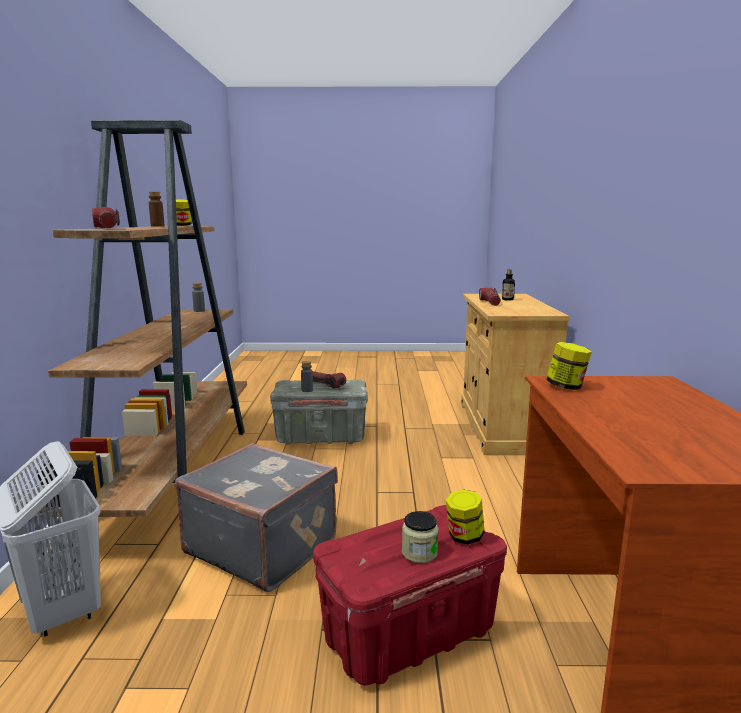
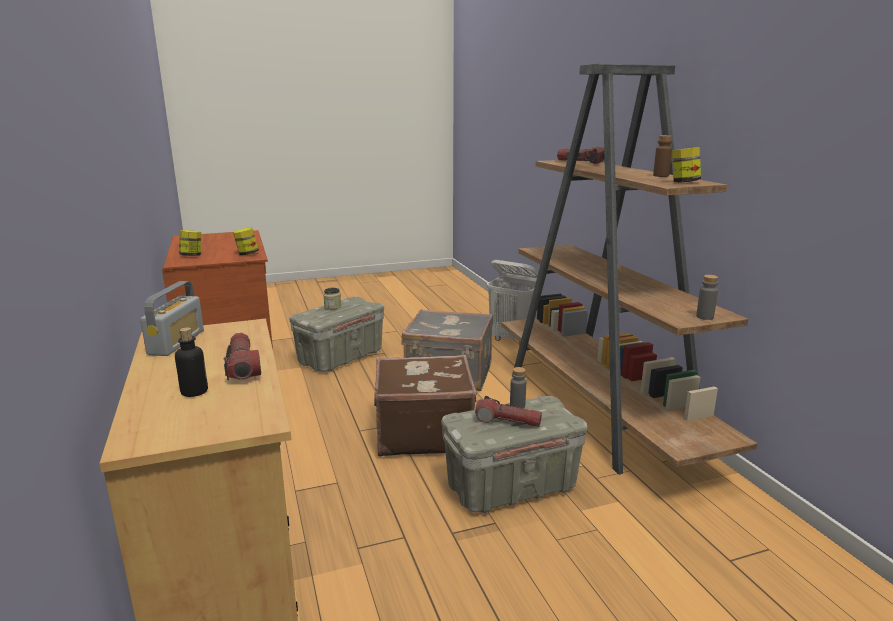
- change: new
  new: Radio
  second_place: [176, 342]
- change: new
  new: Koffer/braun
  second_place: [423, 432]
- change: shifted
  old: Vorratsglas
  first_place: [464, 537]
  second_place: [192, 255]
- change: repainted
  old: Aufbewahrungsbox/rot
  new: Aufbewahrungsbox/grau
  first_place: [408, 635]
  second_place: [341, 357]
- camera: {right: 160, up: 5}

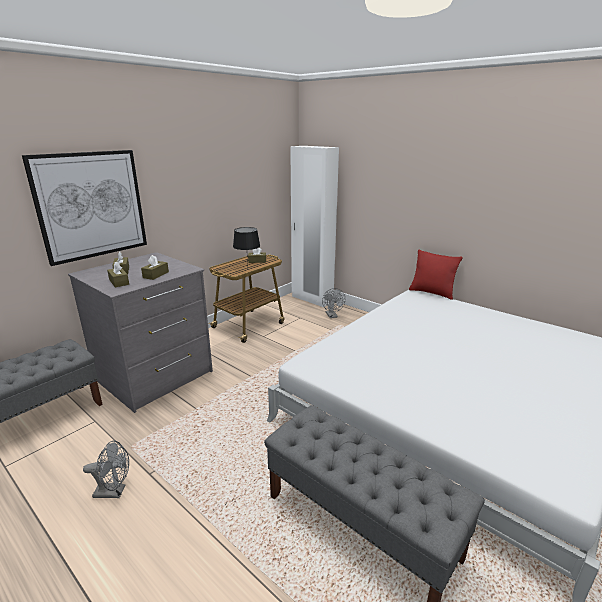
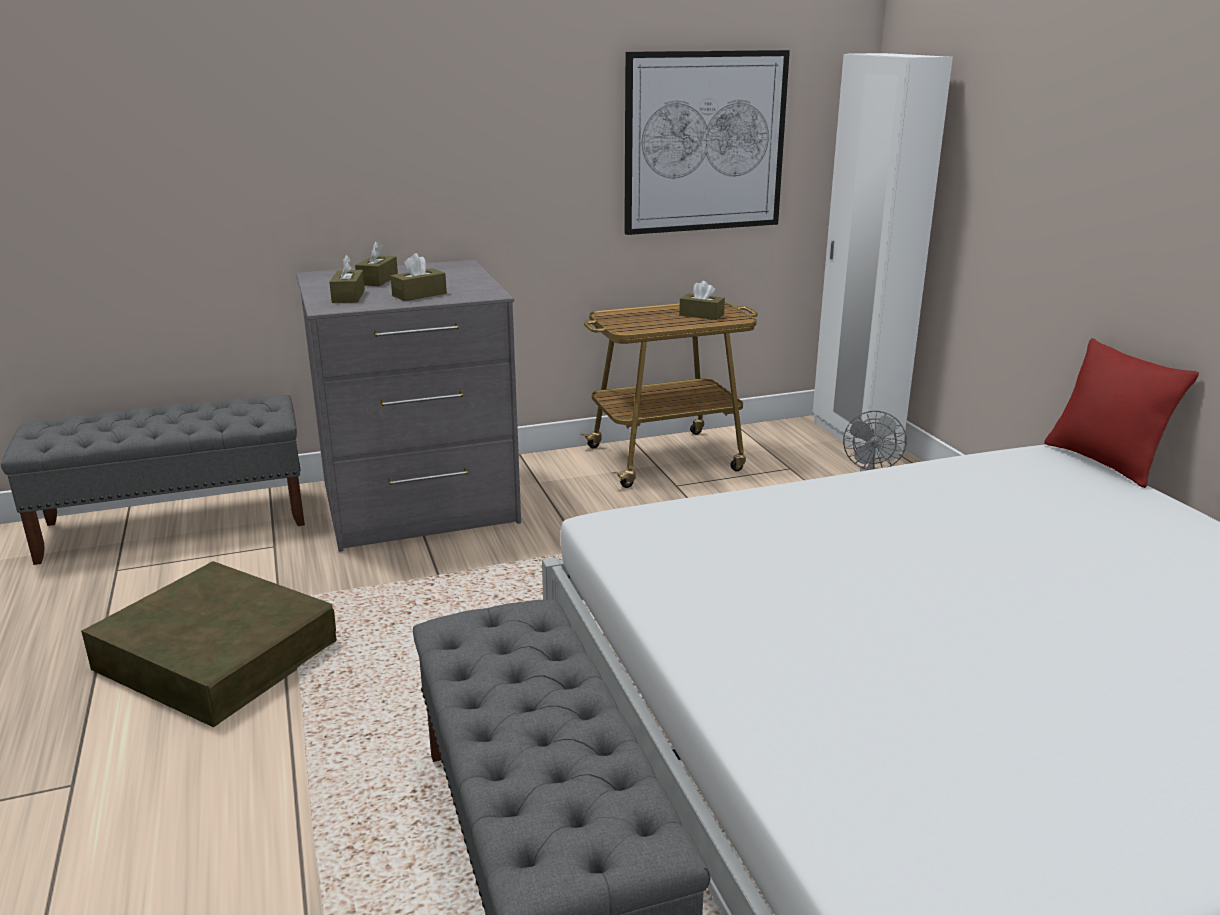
- change: gone
  old: Tischlampe/schwarz
  first_place: [248, 269]
- change: shifted
  old: Bild
  first_place: [91, 205]
  second_place: [704, 142]
- change: swapped
  old: Ventilator/grau
  new: Aufbewahrungsbox/braun
  first_place: [114, 491]
  second_place: [217, 655]
- camera: {right: 30, up: 0}

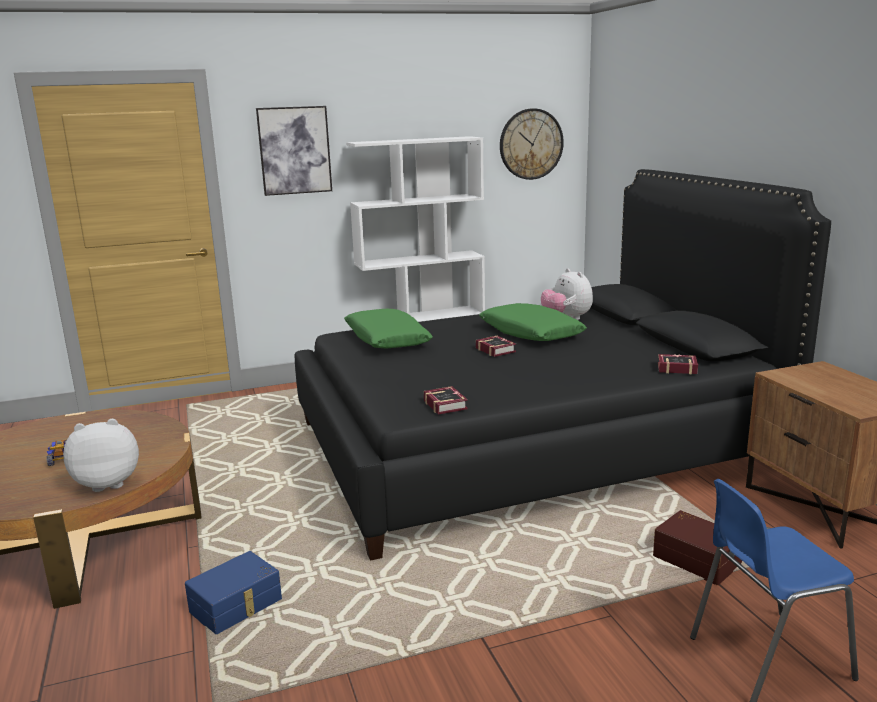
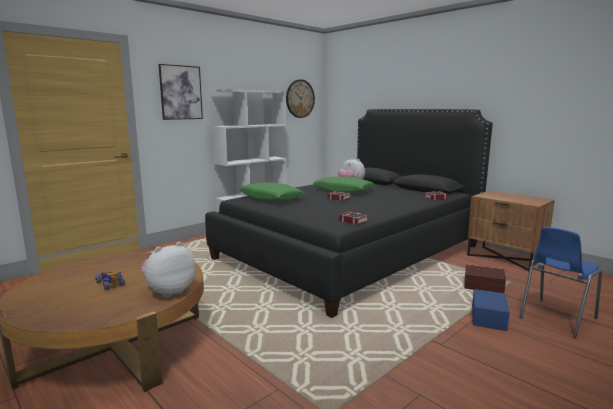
- change: shifted
  old: Aufbewahrungsbox/blau
  first_place: [237, 606]
  second_place: [489, 318]
- camera: {right: -25, up: -5}

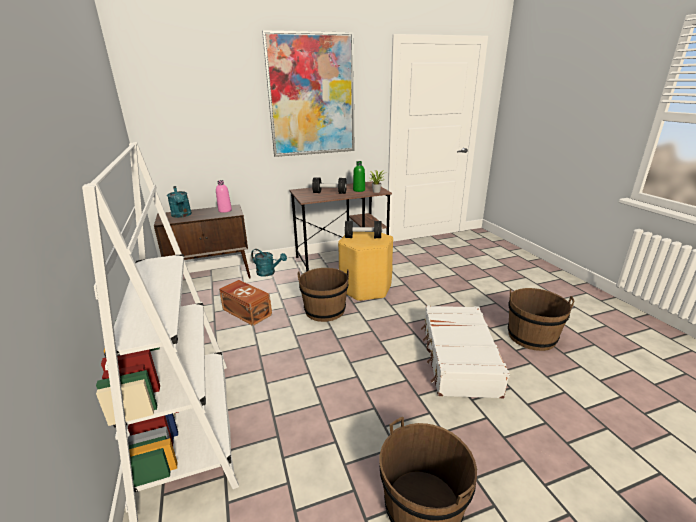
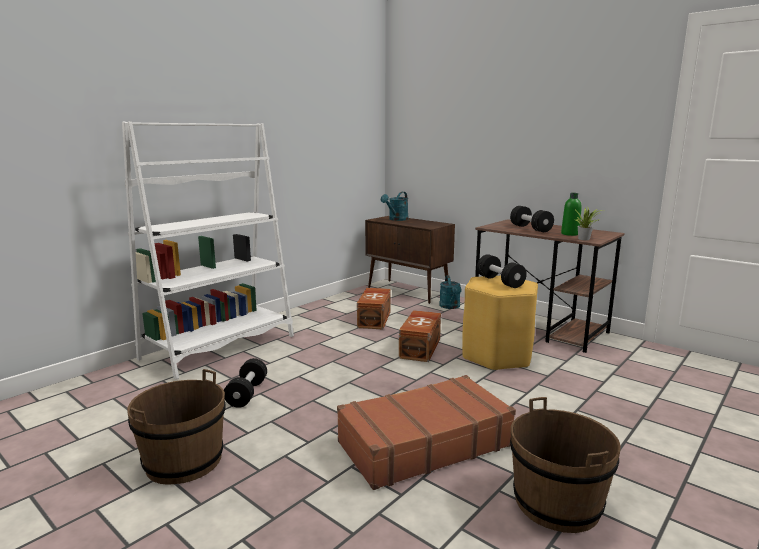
- change: gone
  old: Flasche/rosa
  first_place: [225, 210]
- change: gone
  old: Bild
  first_place: [312, 96]
- change: new
  new: Hantel/schwarz
  second_place: [247, 393]
- change: swapped
  old: Eimer/braun
  new: Aufbewahrungsbox/braun
  first_place: [325, 310]
  second_place: [421, 348]
- change: repainted
  old: Koffer/weiß
  new: Koffer/braun
  first_place: [458, 358]
  second_place: [423, 443]
- camera: {right: 60, up: -10}

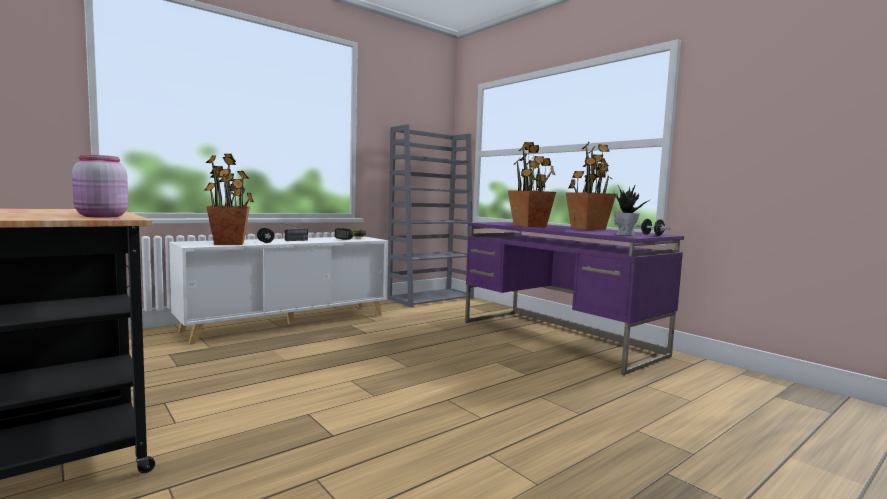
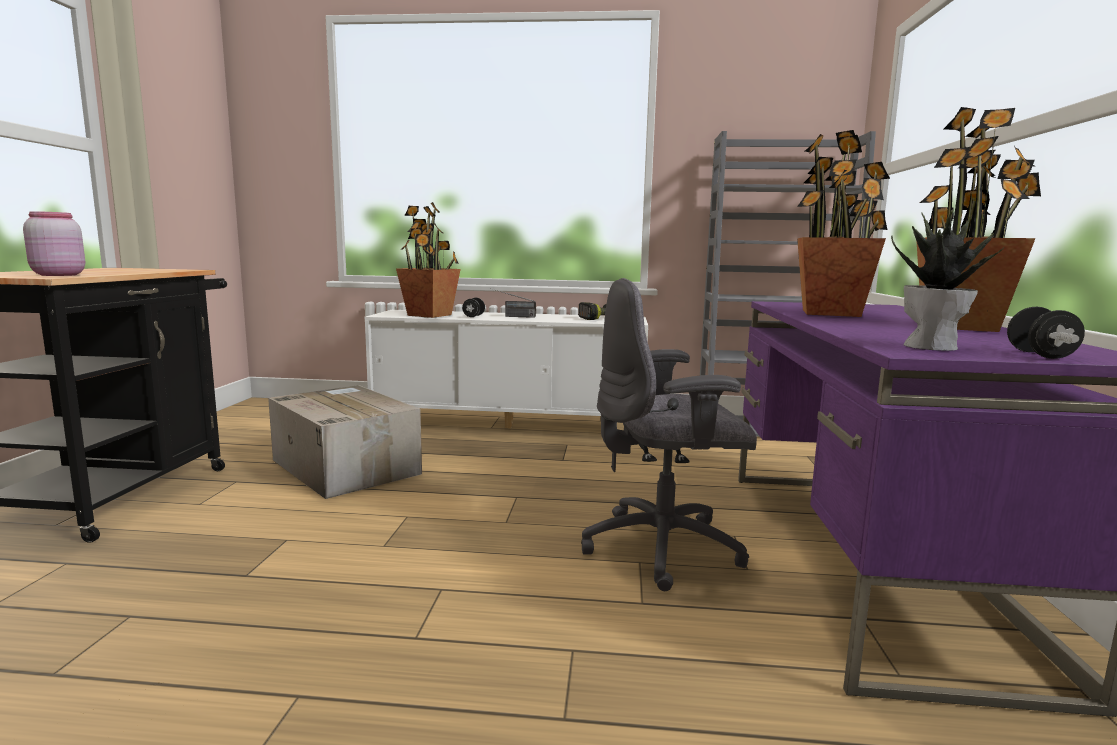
- change: new
  new: Karton
  second_place: [344, 466]
- change: new
  new: Bürostuhl/grau
  second_place: [665, 548]
- camera: {right: 45, up: 5}

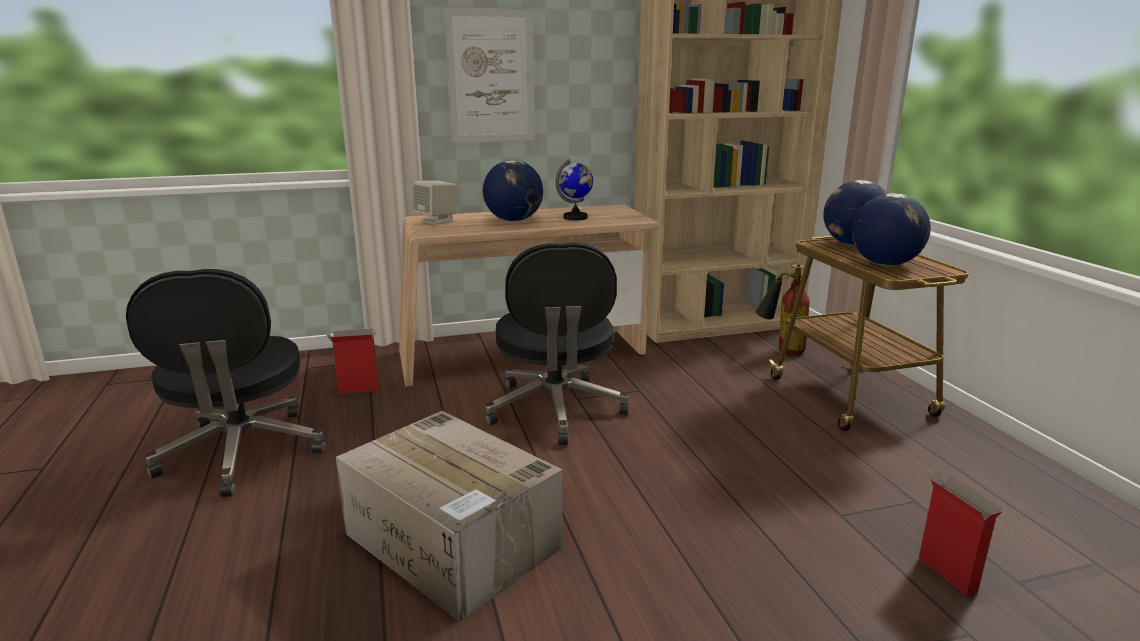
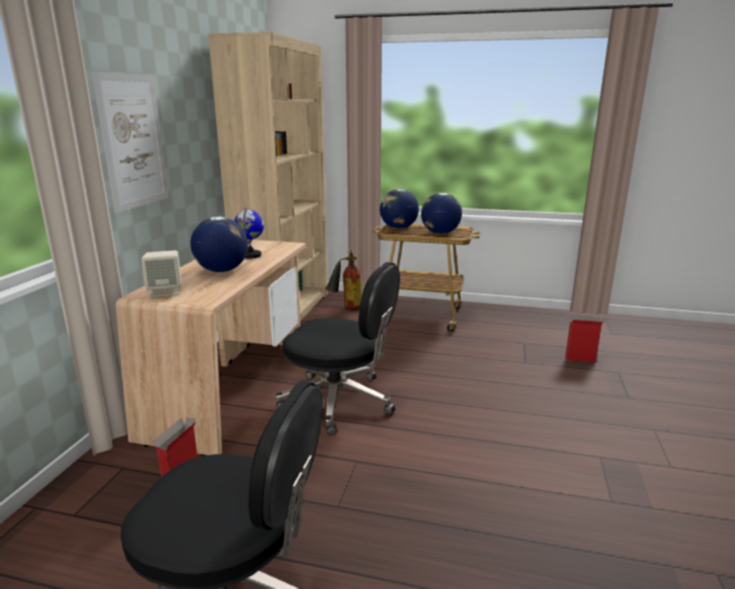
- change: gone
  old: Karton
  first_place: [454, 542]
- camera: {right: -60, up: 0}

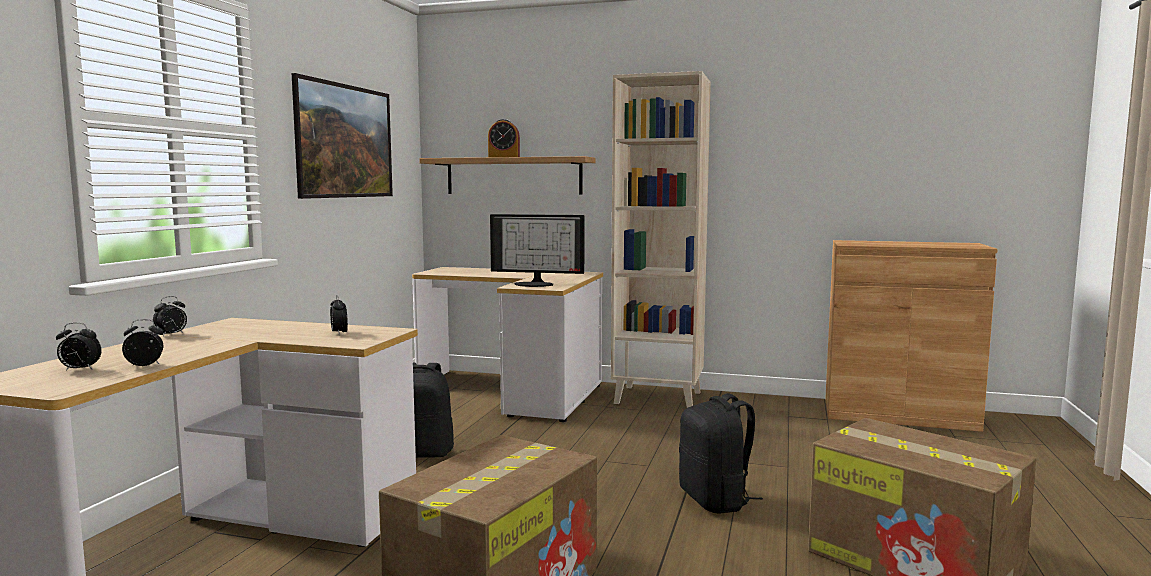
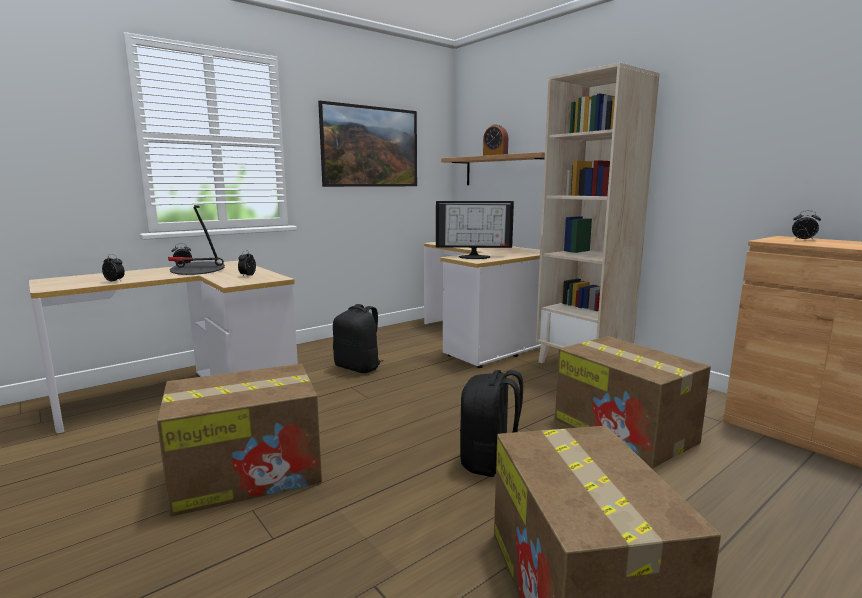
- change: new
  new: Tischlampe
  second_place: [198, 270]
- change: new
  new: Karton
  second_place: [625, 431]
- change: shifted
  old: Wecker
  first_place: [79, 370]
  second_place: [803, 240]
- change: rotated
  old: Monitor
  first_place: [535, 284]
  second_place: [474, 256]
  degrees: -45
- camera: {right: 35, up: 5}

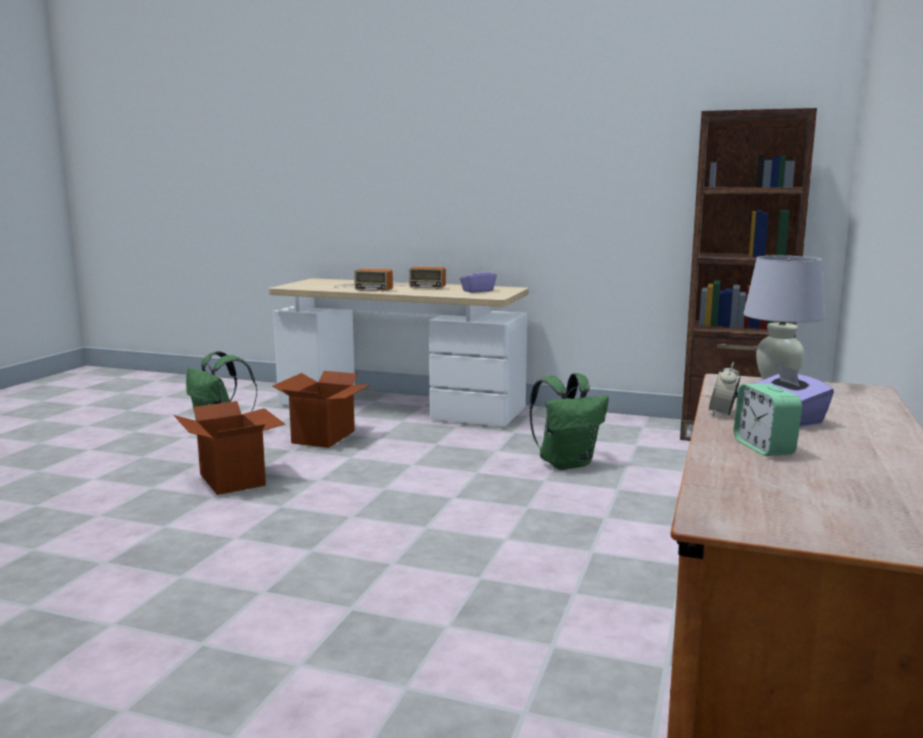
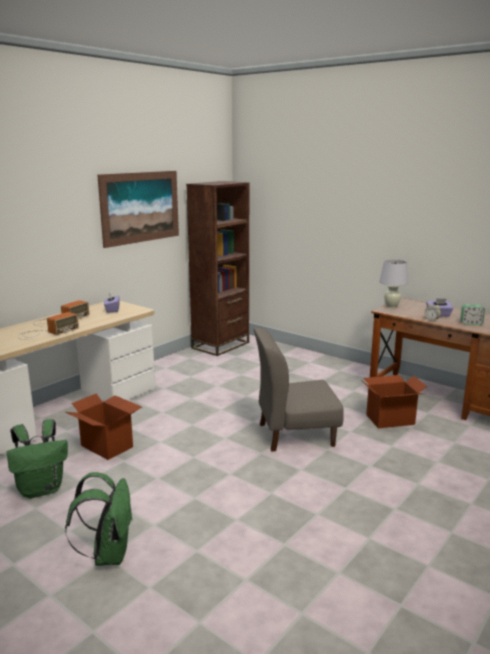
- change: new
  new: Bild
  second_place: [140, 207]
- change: new
  new: Stuhl/grau
  second_place: [295, 434]
- change: shifted
  old: Karton
  first_place: [233, 479]
  second_place: [389, 419]
- change: shifted
  old: Rucksack/grün
  first_place: [566, 463]
  second_place: [108, 554]
- camera: {right: -70, up: 5}

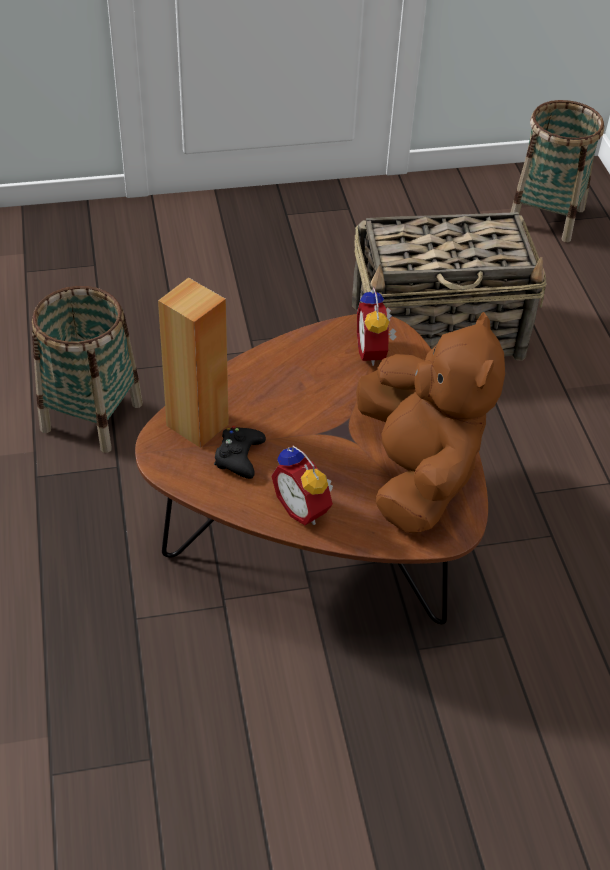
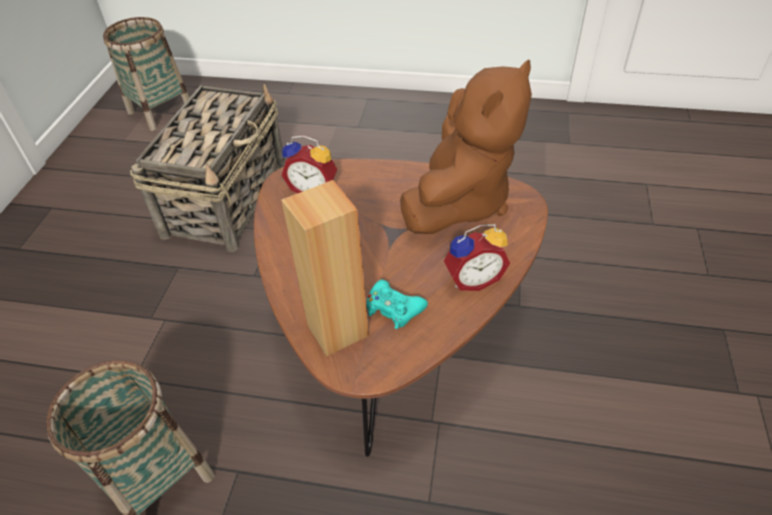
- change: repainted
  old: Gamepad/schwarz
  new: Gamepad/türkis
  first_place: [239, 457]
  second_place: [394, 309]
- change: rotated
  old: Plüschtier/braun
  first_place: [417, 474]
  second_place: [459, 201]
  degrees: 105
- camera: {right: -65, up: 0}

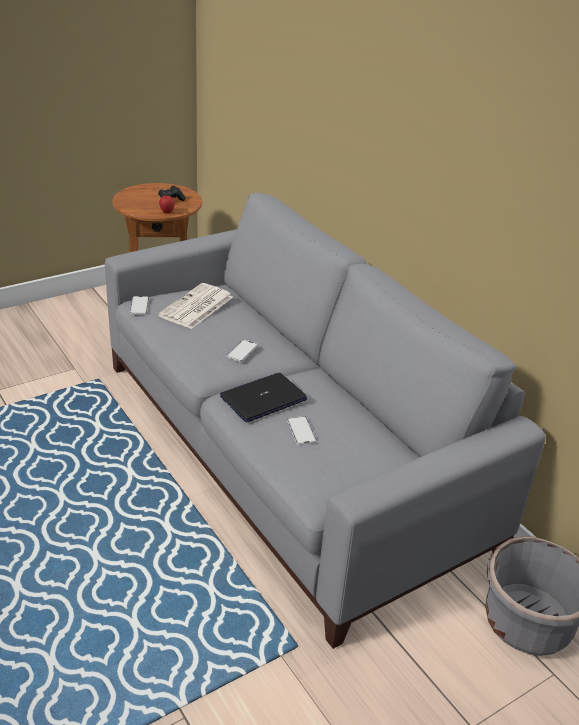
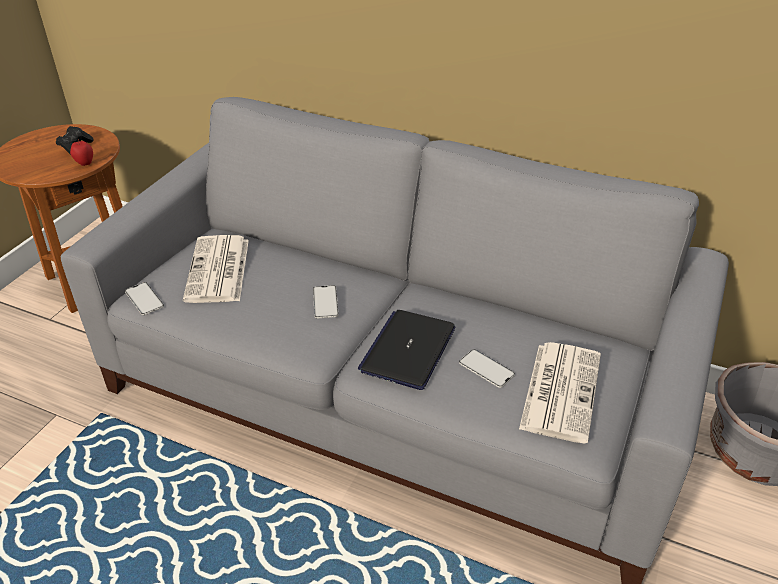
- change: new
  new: Zeitung
  second_place: [560, 390]
- camera: {right: -30, up: 5}

